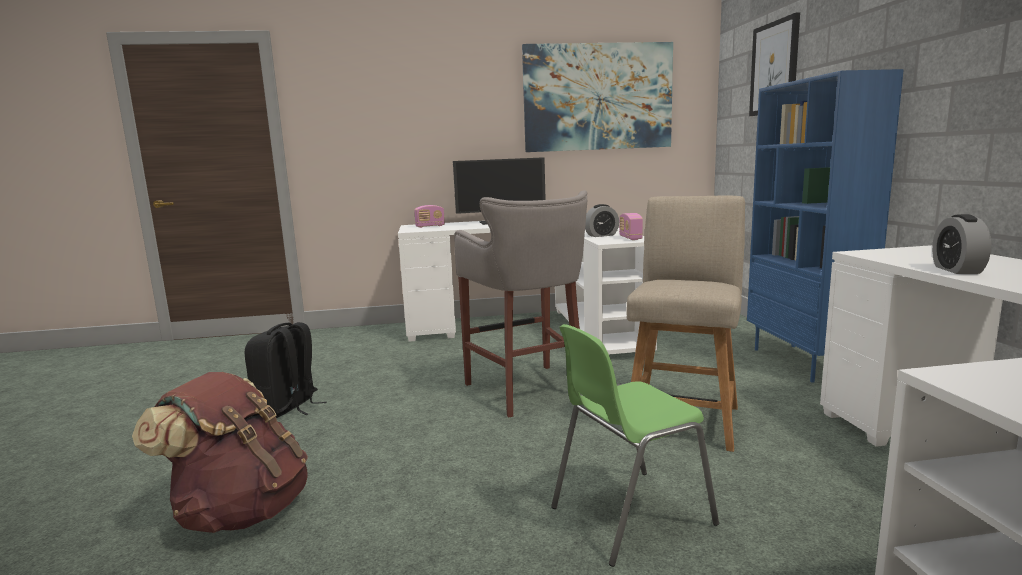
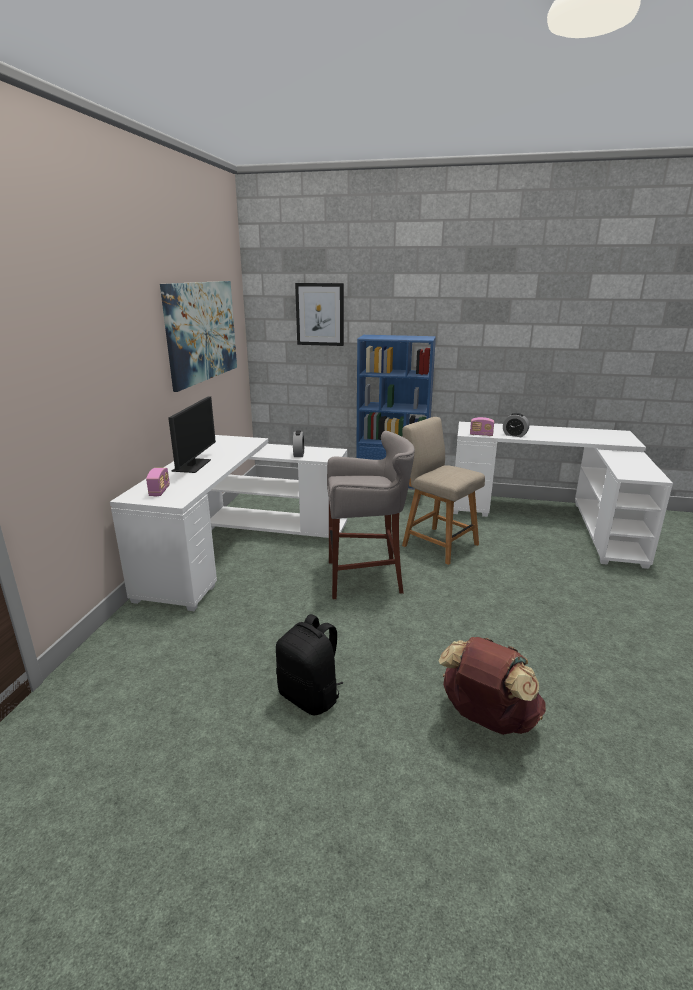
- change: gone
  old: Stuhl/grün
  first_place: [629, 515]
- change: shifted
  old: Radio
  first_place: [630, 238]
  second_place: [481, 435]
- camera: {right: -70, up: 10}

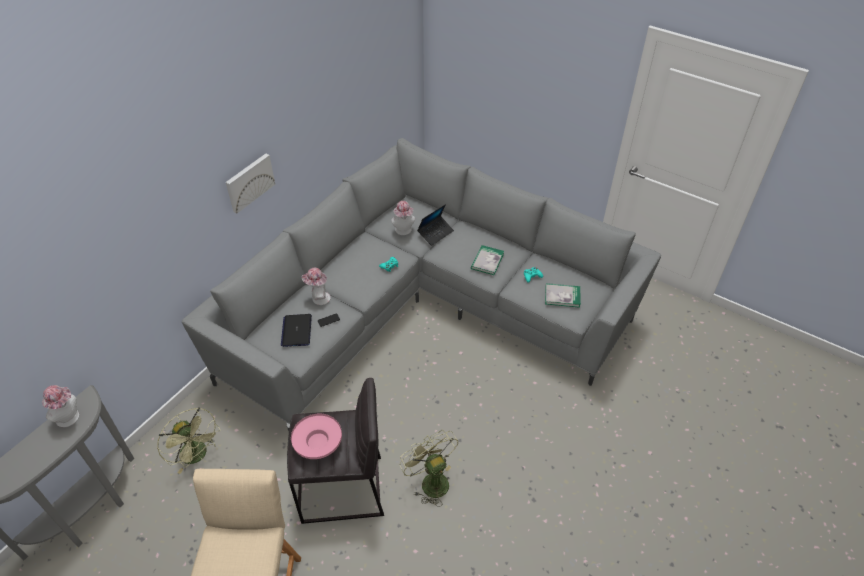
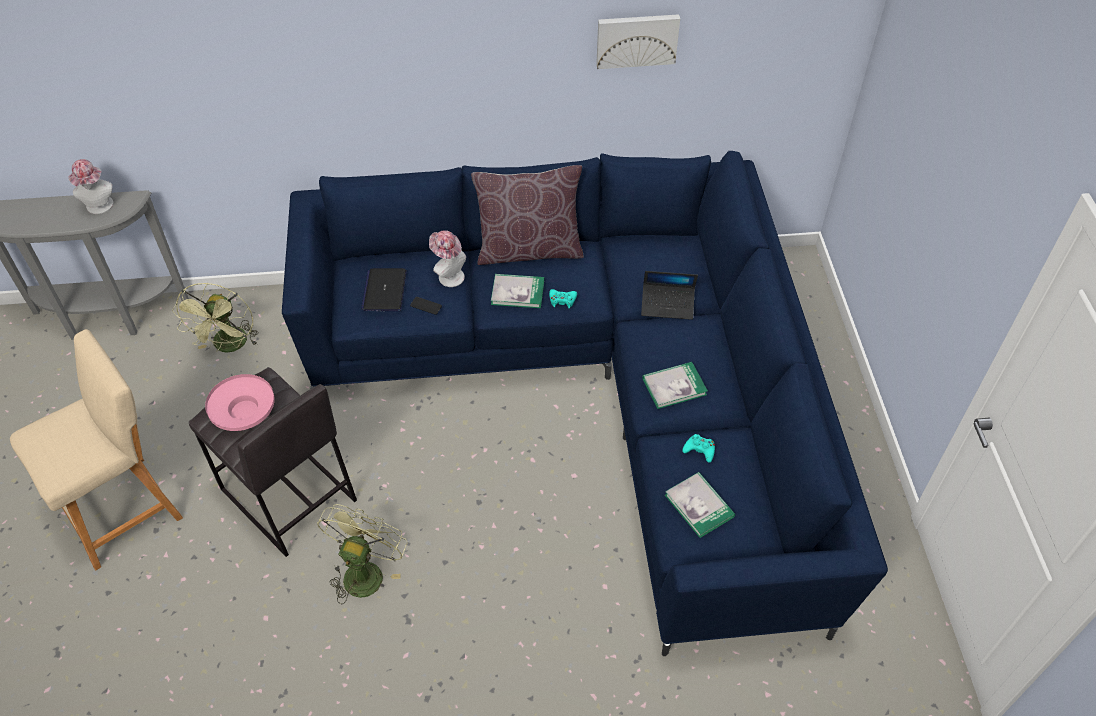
- change: gone
  old: Hut
  first_place: [404, 231]
- change: new
  new: Kissen/braun
  second_place: [529, 249]
- change: new
  new: Buch
  second_place: [517, 292]
- change: shifted
  old: Bild
  first_place: [249, 182]
  second_place: [636, 39]
- change: repainted
  old: Sofa/grau
  new: Sofa/blau
  first_place: [421, 309]
  second_place: [600, 390]
- change: rotated
  old: Laptop
  first_place: [296, 331]
  second_place: [384, 290]
  degrees: -45
- camera: {right: 50, up: 5}

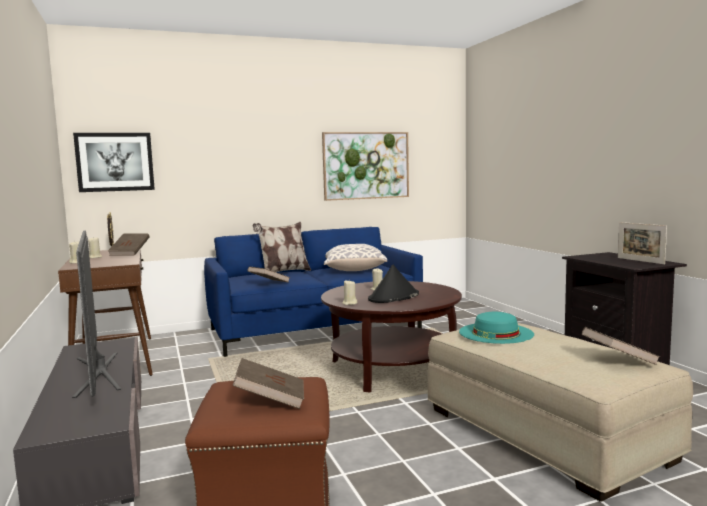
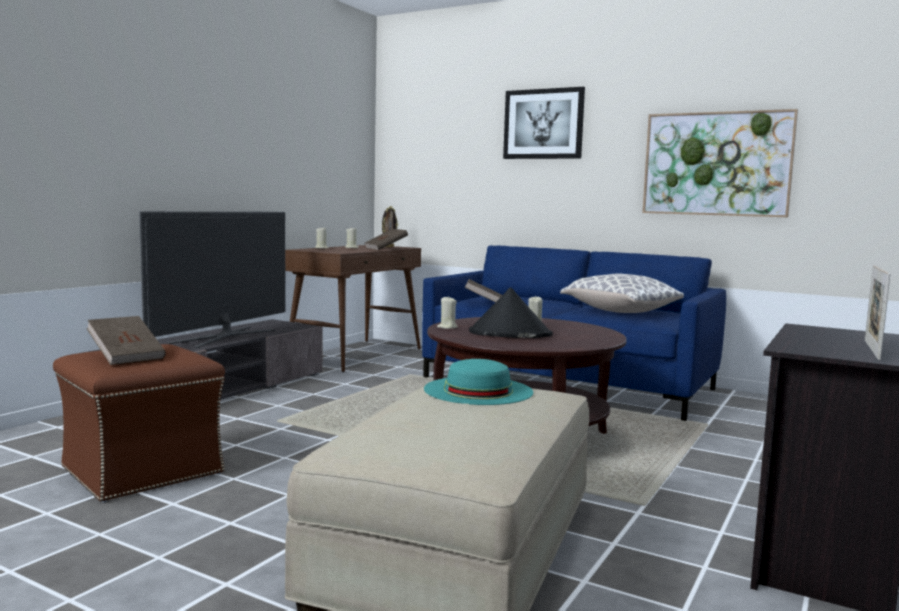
- change: gone
  old: Kissen
  first_place: [283, 272]
- change: gone
  old: Buch/braun
  first_place: [618, 360]
- change: shifted
  old: Bild
  first_place: [115, 162]
  second_place: [543, 124]
- camera: {right: 50, up: 0}

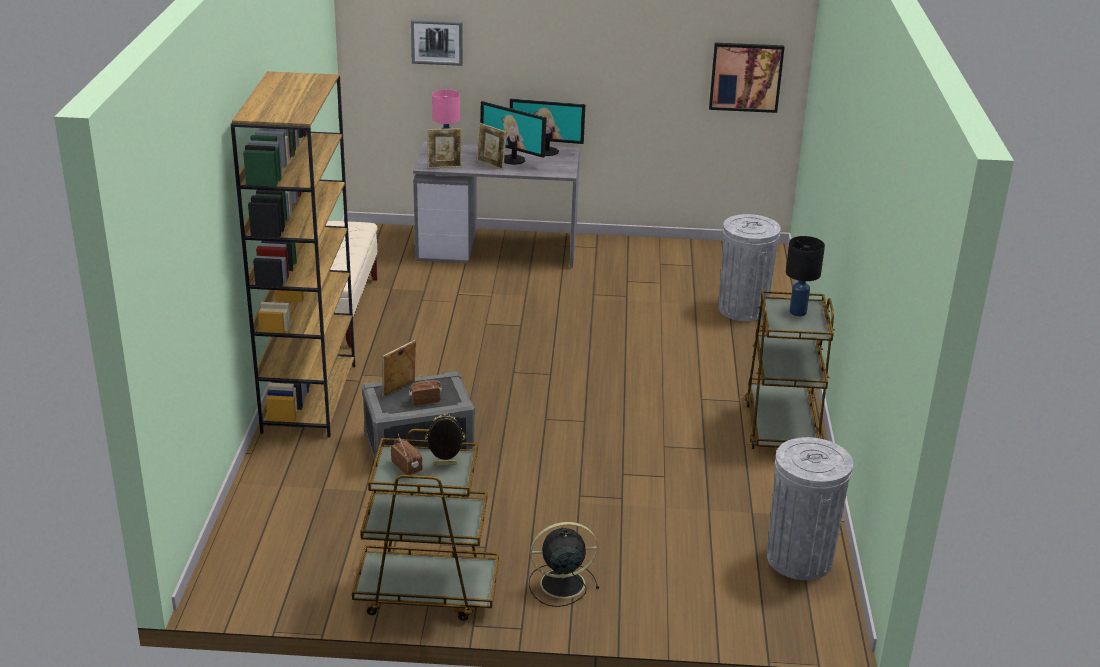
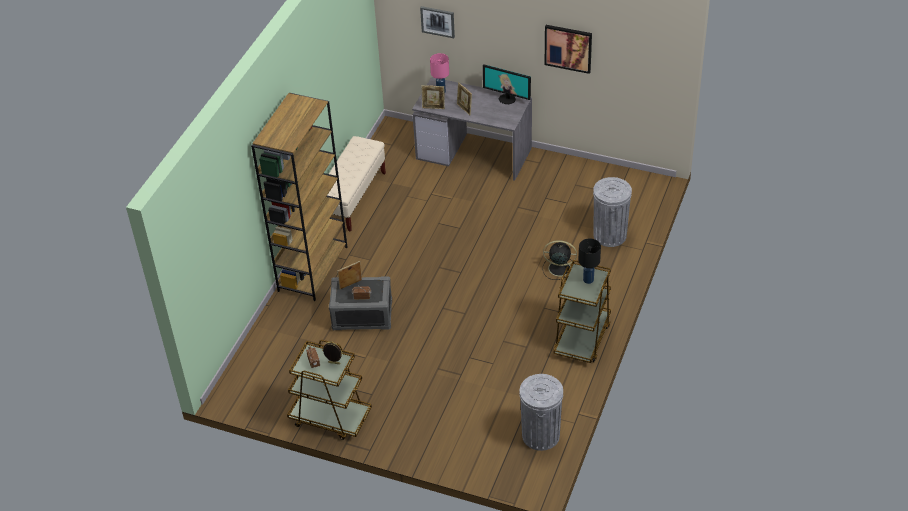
- change: gone
  old: Monitor
  first_place: [513, 159]
- change: shifted
  old: Ventilator/schwarz
  first_place: [560, 584]
  second_place: [558, 268]
- change: shifted
  old: Bild
  first_place: [746, 77]
  second_place: [568, 48]
- camera: {right: 20, up: 15}

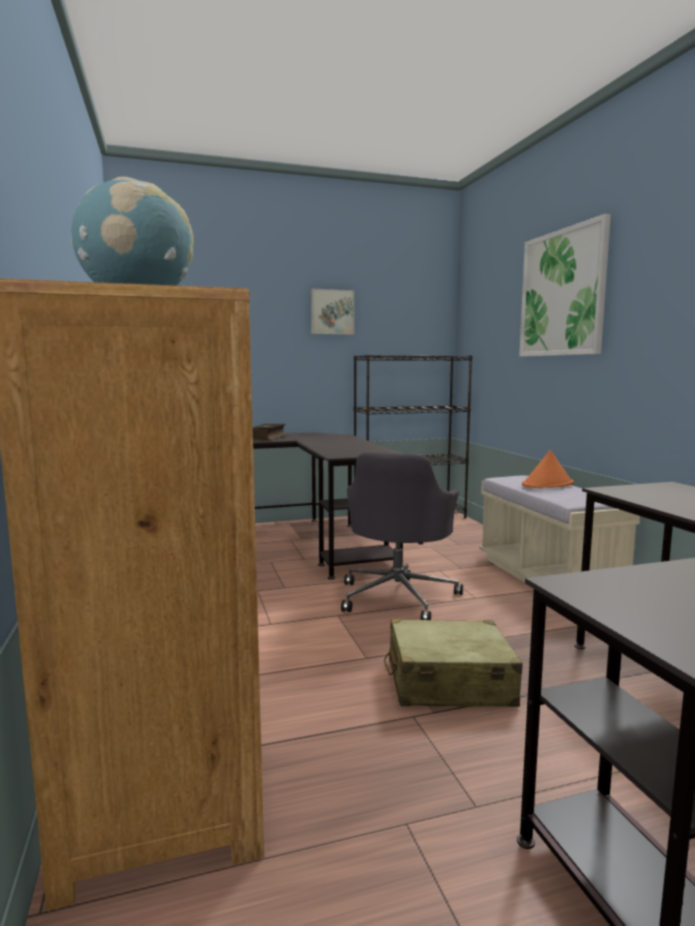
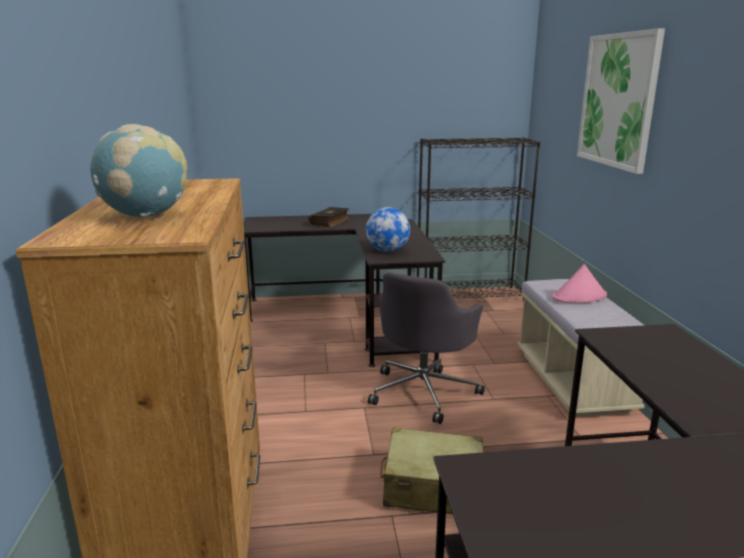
- change: gone
  old: Bild
  first_place: [332, 312]
- change: new
  new: Globus
  second_place: [387, 251]
- change: repainted
  old: Hut/orange
  new: Hut/rosa
  first_place: [548, 484]
  second_place: [579, 296]
- camera: {right: 10, up: 10}

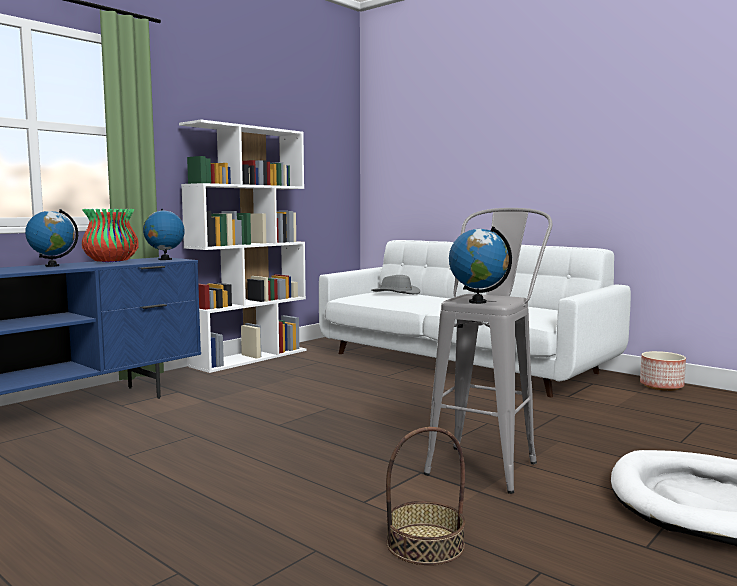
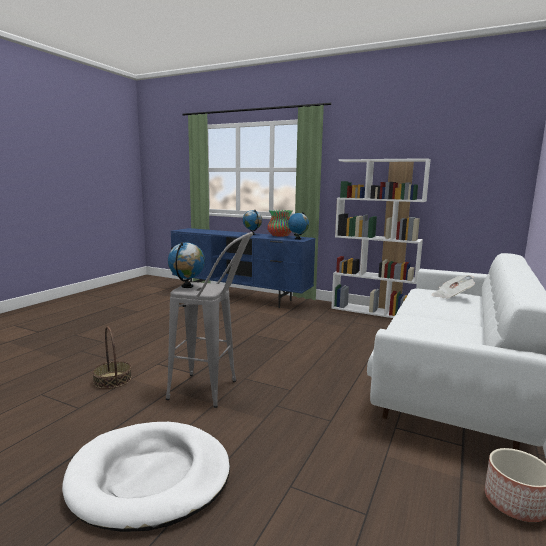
- change: swapped
  old: Hut/grau
  new: Zeitung
  first_place: [395, 293]
  second_place: [451, 296]
- camera: {right: 75, up: 5}

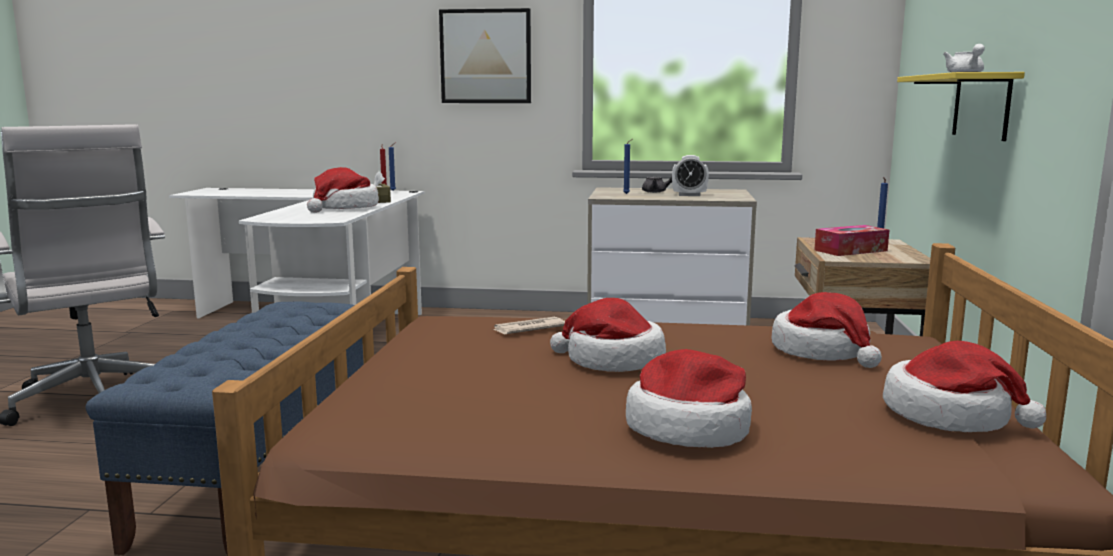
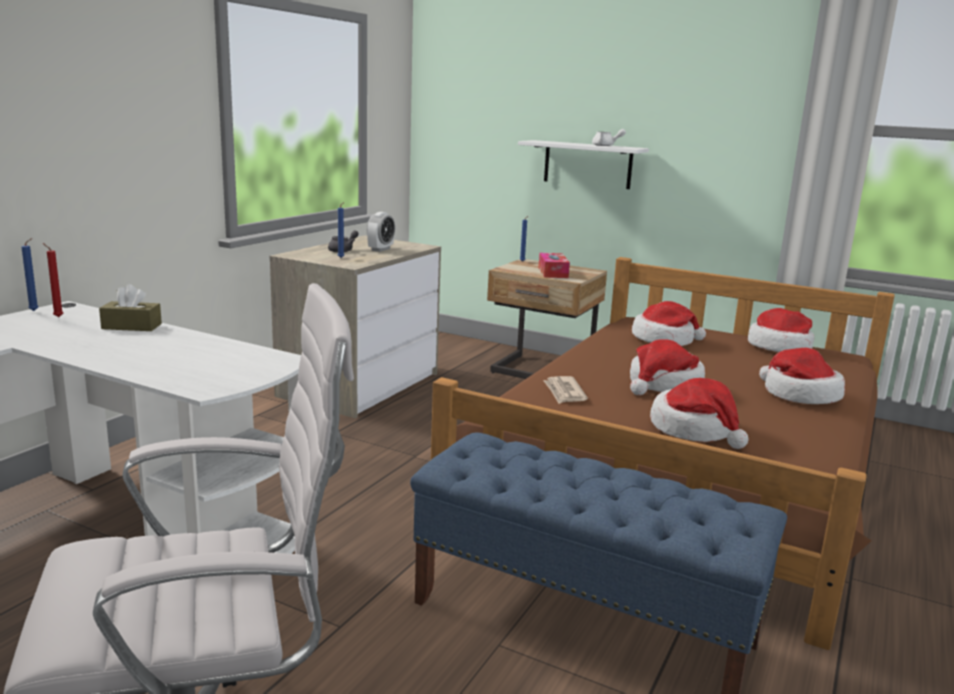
- change: gone
  old: Bild
  first_place: [485, 56]
- change: shifted
  old: Hut
  first_place: [344, 208]
  second_place: [695, 429]
- change: repainted
  old: Wandregal/gelb
  new: Wandregal/weiß
  first_place: [981, 106]
  second_place: [587, 164]
- camera: {right: -70, up: 5}

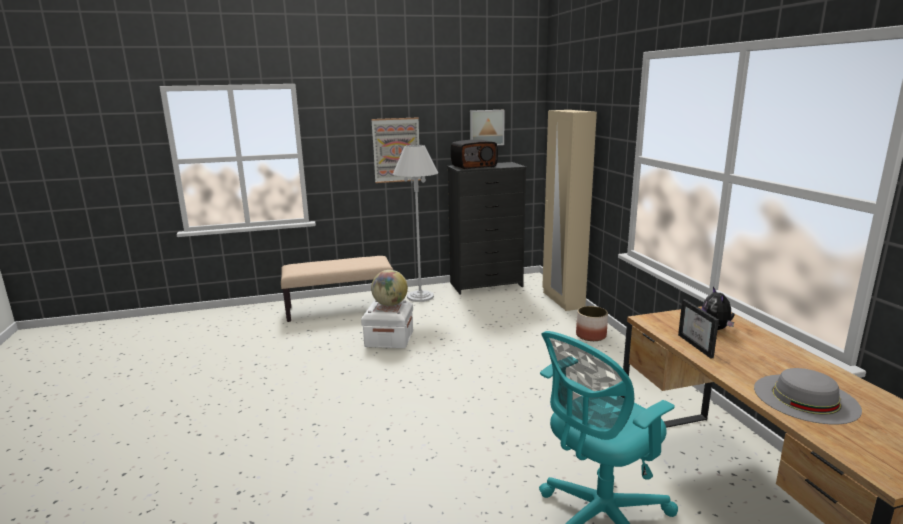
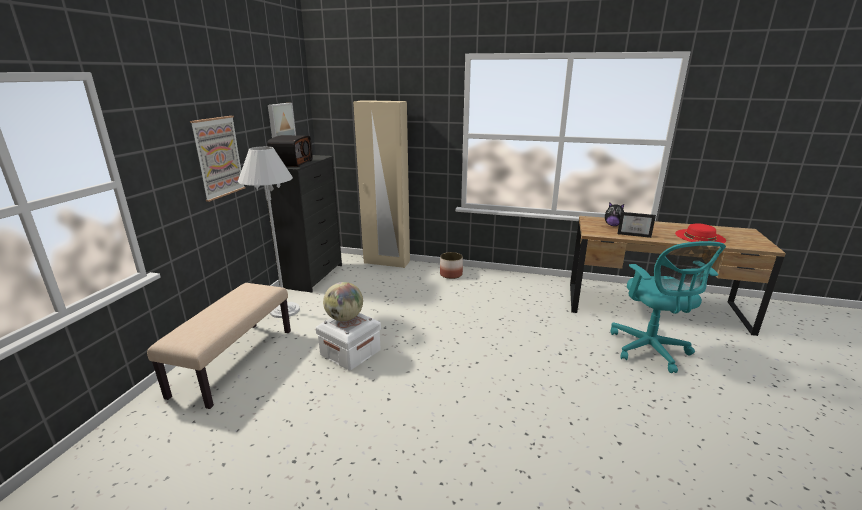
- change: repainted
  old: Hut/grau
  new: Hut/rot
  first_place: [805, 398]
  second_place: [699, 237]
- camera: {right: -60, up: 5}

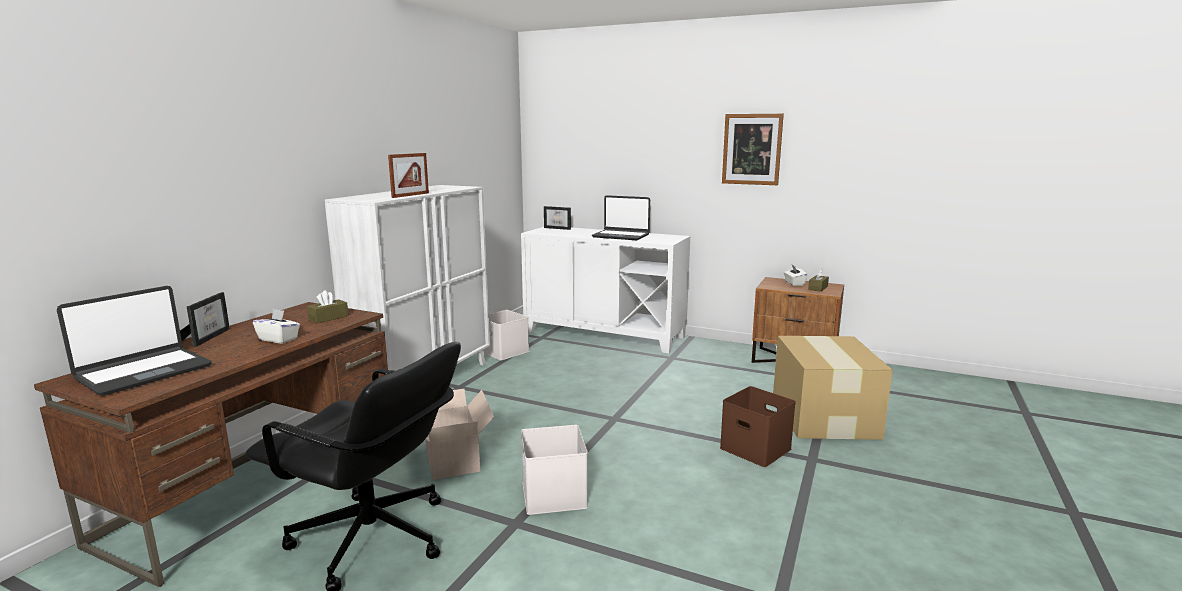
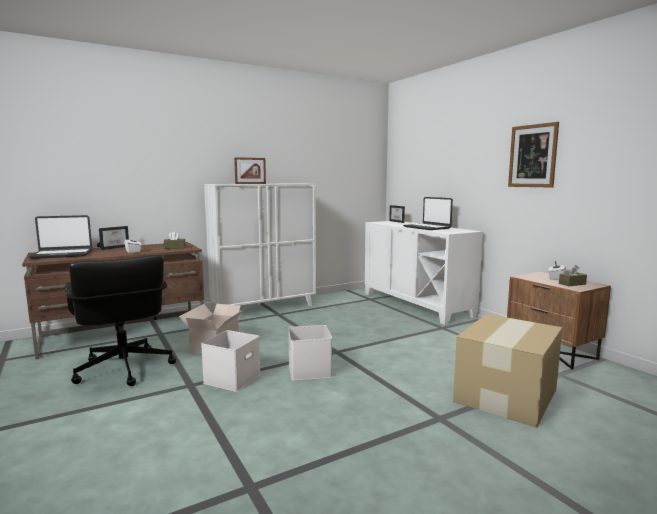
- change: gone
  old: Aufbewahrungsbox/braun
  first_place: [757, 448]
- change: shifted
  old: Aufbewahrungsbox/weiß
  first_place: [503, 351]
  second_place: [308, 370]
- camera: {right: 35, up: -5}

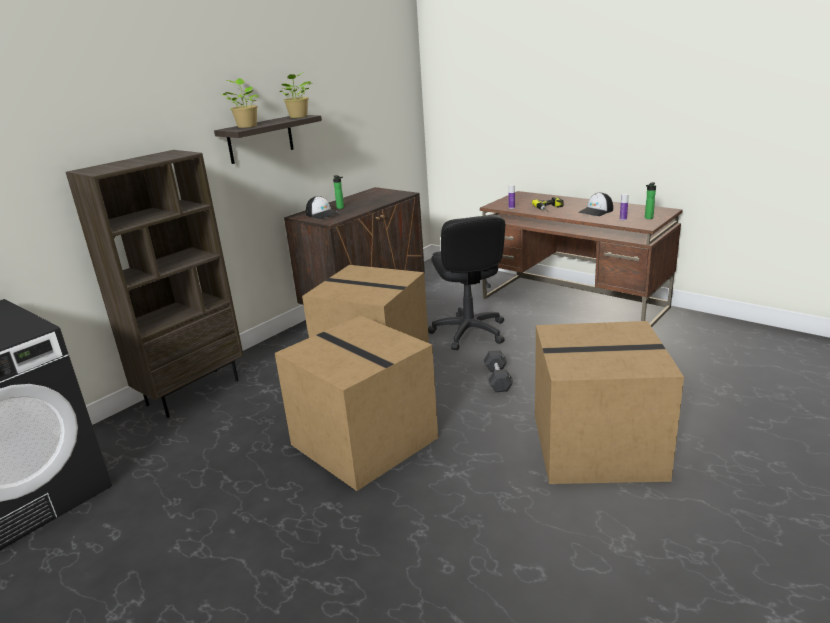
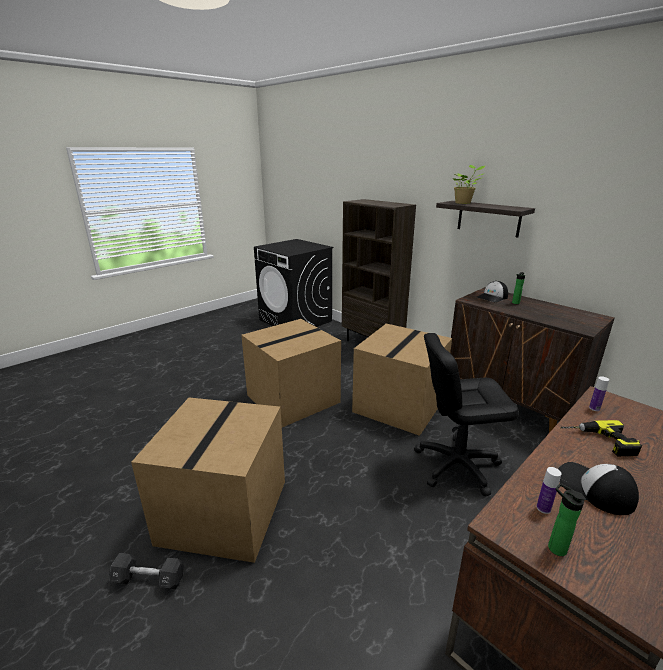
- change: gone
  old: Topfpflanze
  first_place: [298, 117]
- change: shifted
  old: Hantel/schwarz
  first_place: [498, 379]
  second_place: [149, 579]
- camera: {right: 95, up: 0}

